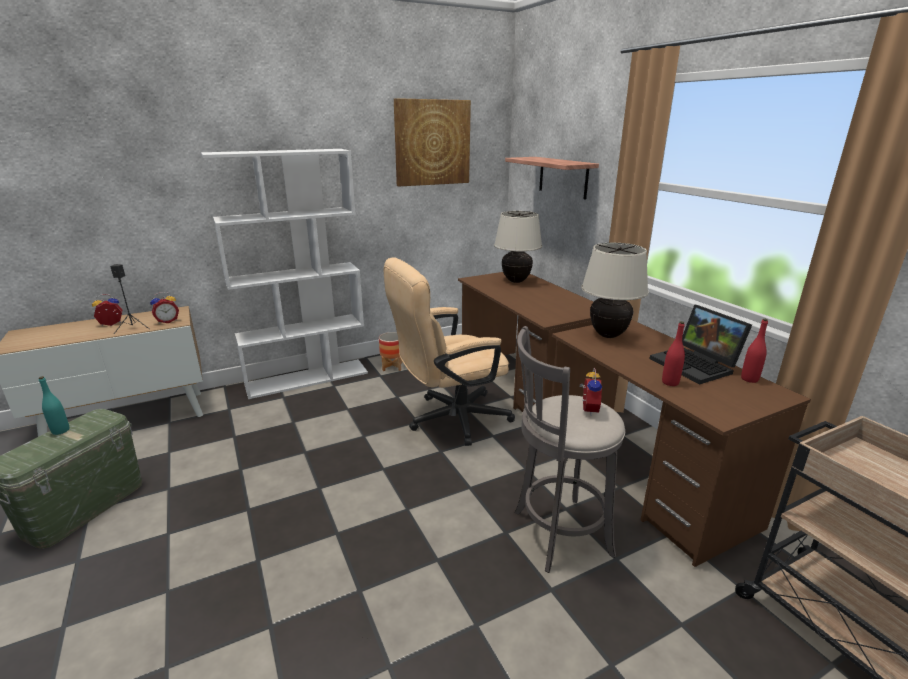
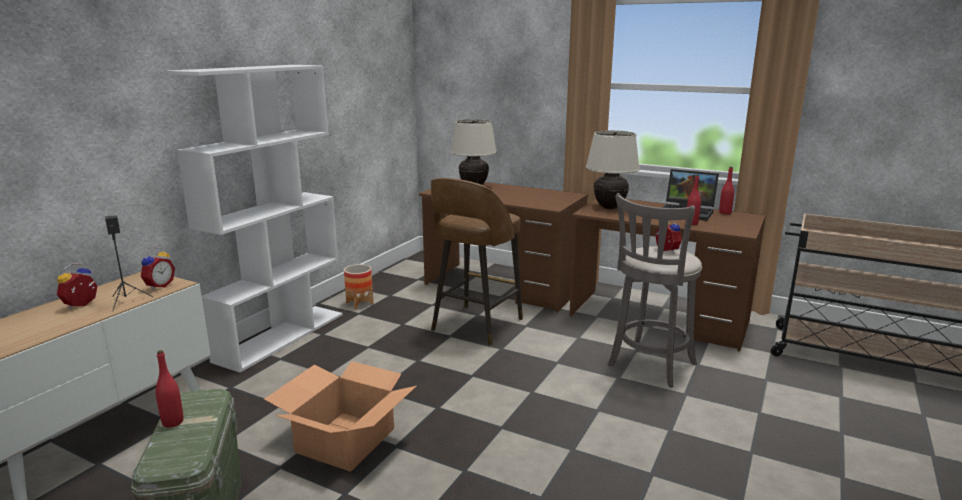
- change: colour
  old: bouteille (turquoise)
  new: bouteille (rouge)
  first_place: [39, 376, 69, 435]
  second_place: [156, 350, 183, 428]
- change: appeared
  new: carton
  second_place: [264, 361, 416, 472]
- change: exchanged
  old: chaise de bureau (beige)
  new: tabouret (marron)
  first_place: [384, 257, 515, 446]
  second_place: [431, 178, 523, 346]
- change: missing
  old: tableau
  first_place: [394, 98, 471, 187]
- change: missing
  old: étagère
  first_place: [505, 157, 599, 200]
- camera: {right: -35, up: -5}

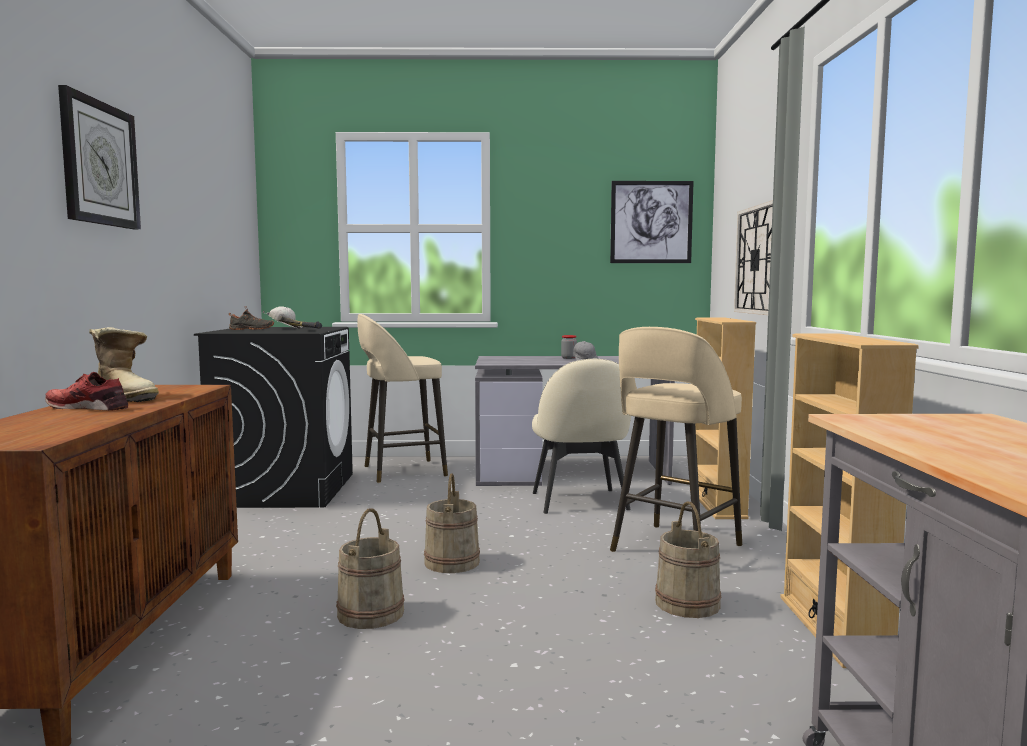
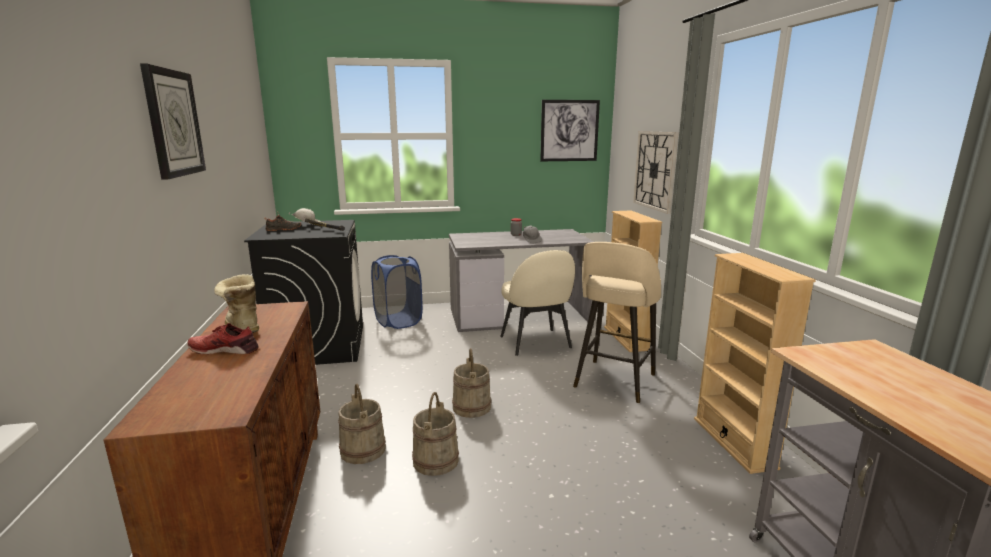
- change: spun
  old: botte
  first_place: [89, 327, 159, 402]
  second_place: [214, 274, 259, 333]
  degrees: -150
- change: relocated
  old: seau (beige)
  first_place: [655, 502, 721, 618]
  second_place: [338, 384, 386, 464]
- change: exchanged
  old: tabouret (beige)
  new: panier à linge (bleu)
  first_place: [358, 314, 448, 483]
  second_place: [371, 255, 423, 329]
- camera: {right: -10, up: 10}

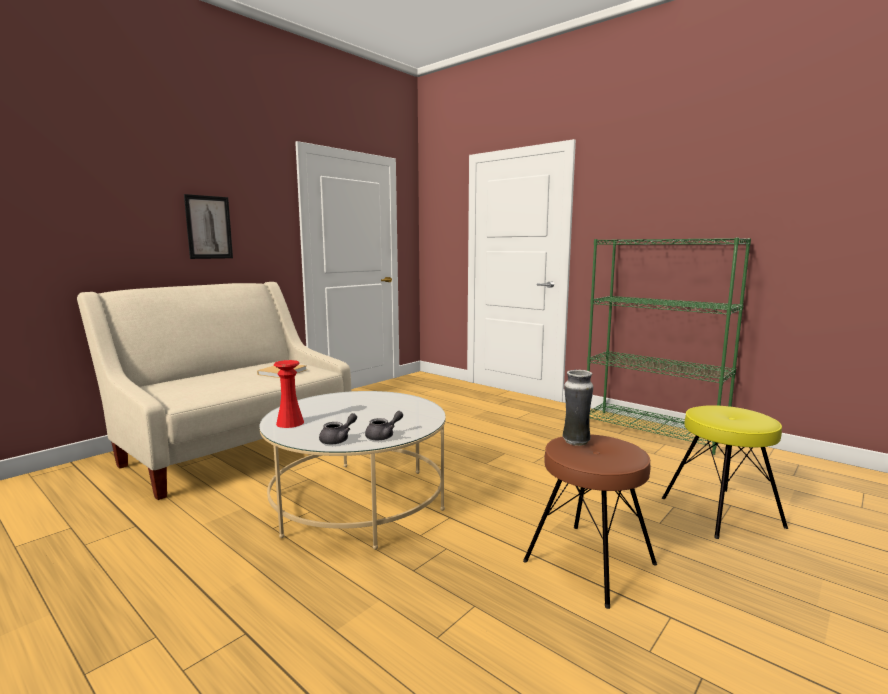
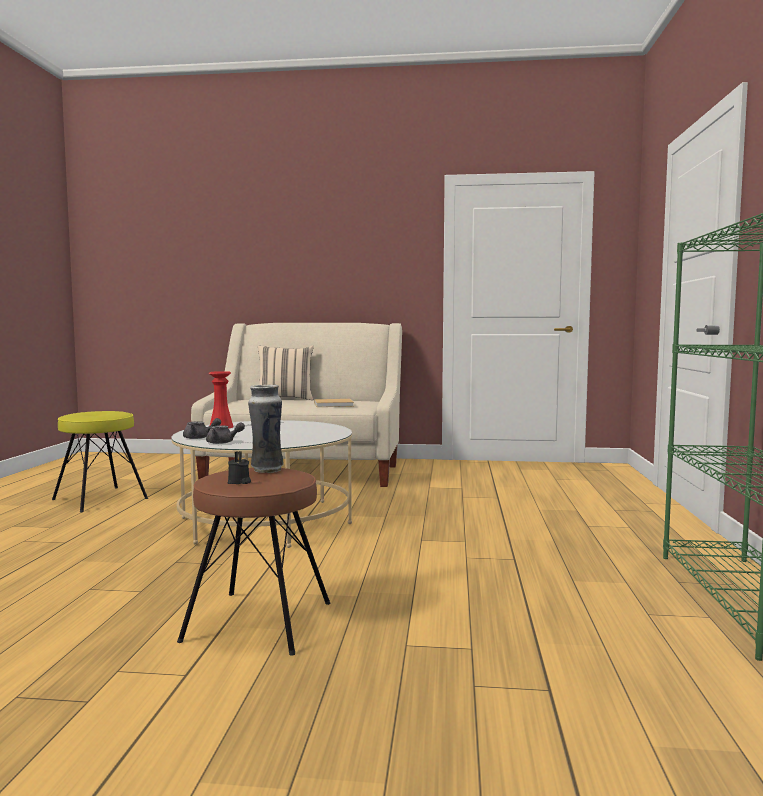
- change: relocated
  old: tabouret (jaune)
  first_place: [662, 405, 788, 539]
  second_place: [52, 411, 148, 513]
- change: appeared
  new: bougie (noir)
  second_place: [228, 451, 251, 484]
- change: appeared
  new: coussin (beige)
  second_place: [258, 345, 314, 400]
- change: missing
  old: tableau
  first_place: [184, 194, 233, 259]
- camera: {right: 55, up: -5}

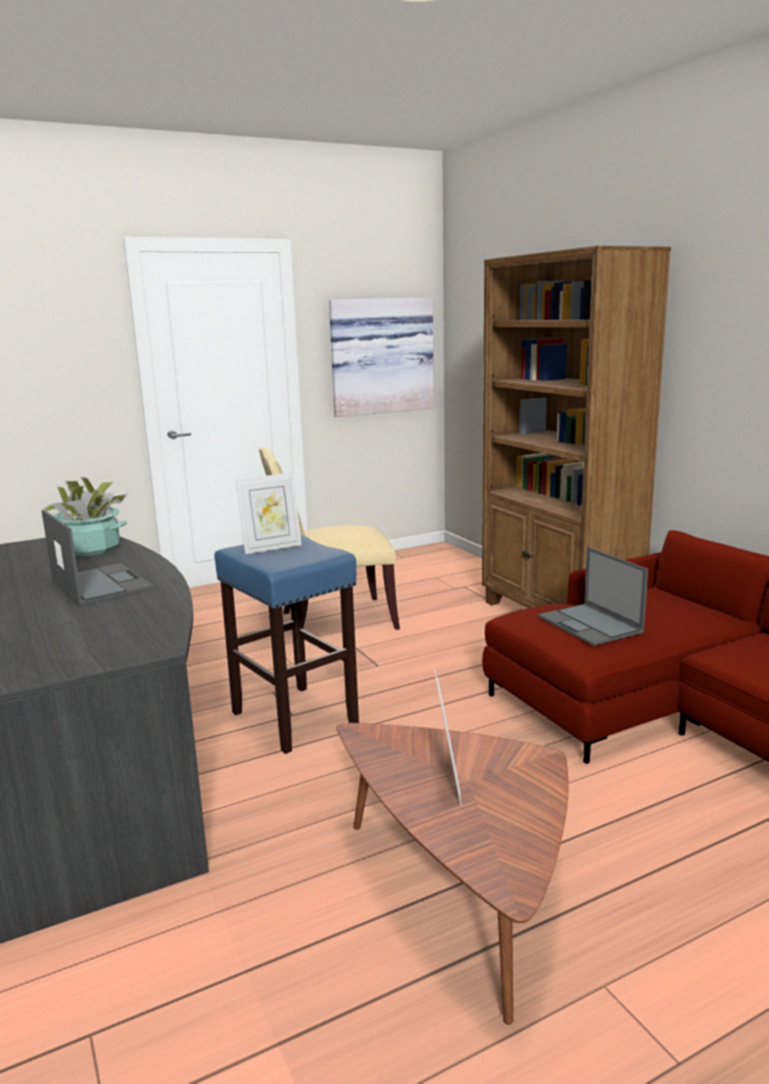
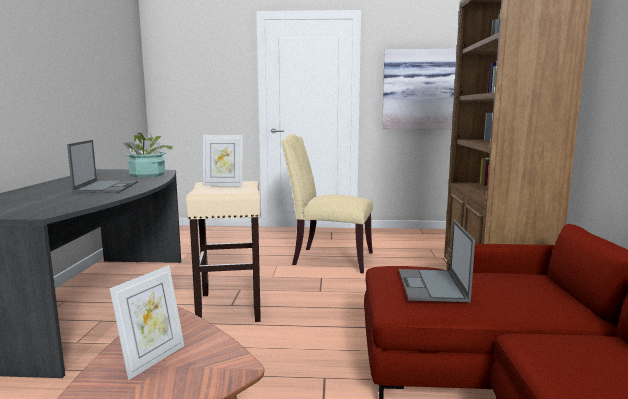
- change: colour
  old: tabouret (bleu)
  new: tabouret (beige)
  first_place: [214, 534, 359, 754]
  second_place: [186, 181, 261, 322]
- camera: {right: 30, up: -5}

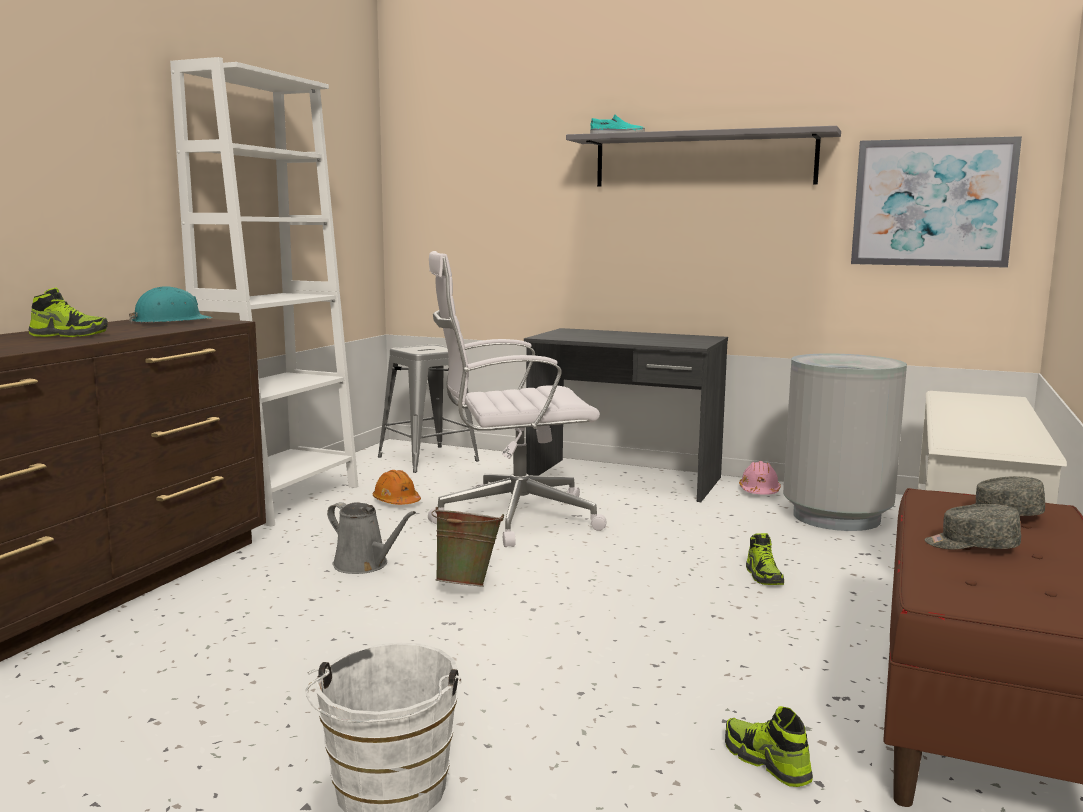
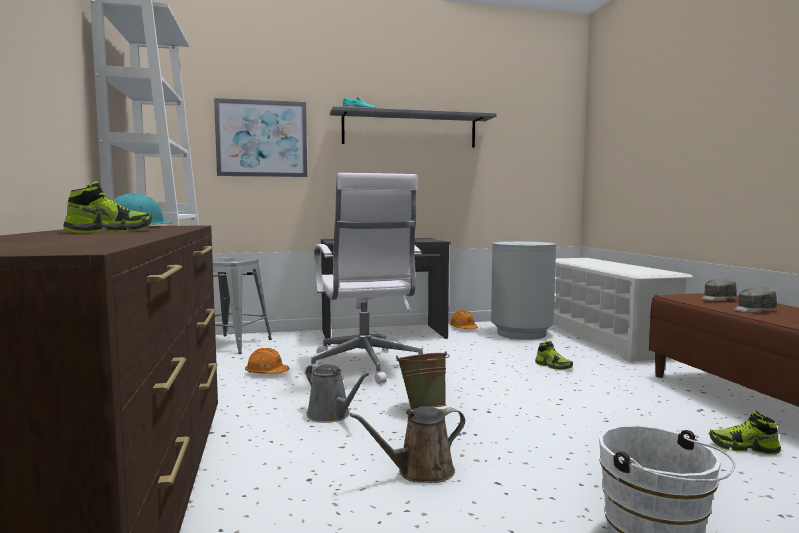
- change: relocated
  old: tableau
  first_place: [851, 136, 1022, 268]
  second_place: [214, 98, 307, 177]
- change: spun
  old: chaise de bureau (blanc)
  first_place: [428, 251, 607, 547]
  second_place: [304, 173, 423, 384]
  degrees: -60
- change: spun
  old: arrosoir (gris)
  first_place: [327, 502, 416, 574]
  second_place: [306, 364, 369, 423]
  degrees: 45
- change: appeared
  new: arrosoir (marron)
  second_place: [350, 406, 465, 483]
- change: colour
  old: casque de chantier (rose)
  new: casque de chantier (orange)
  first_place: [739, 461, 781, 495]
  second_place: [450, 310, 478, 329]
- camera: {right: -35, up: -5}

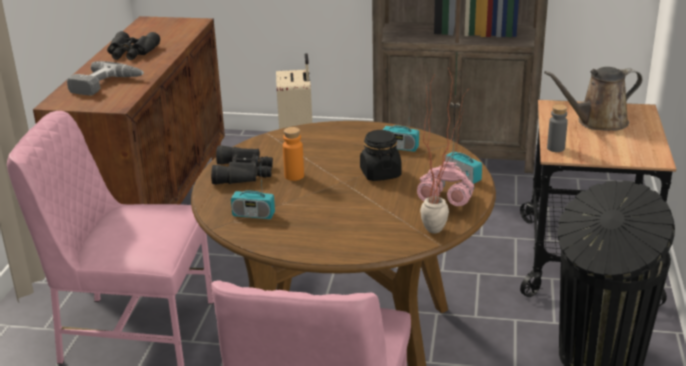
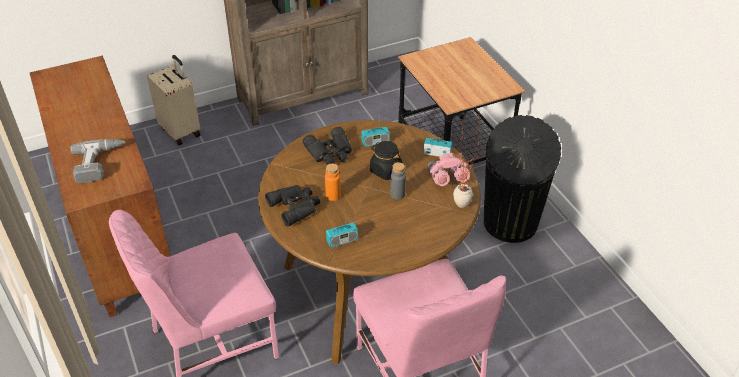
- change: relocated
  old: jumelles (noir)
  first_place: [107, 31, 160, 60]
  second_place: [303, 127, 352, 165]
- change: relocated
  old: bouteille (gris)
  first_place: [547, 104, 568, 152]
  second_place: [390, 162, 406, 200]
- change: missing
  old: arrosoir (marron)
  first_place: [544, 67, 642, 131]
- camera: {right: -35, up: 15}

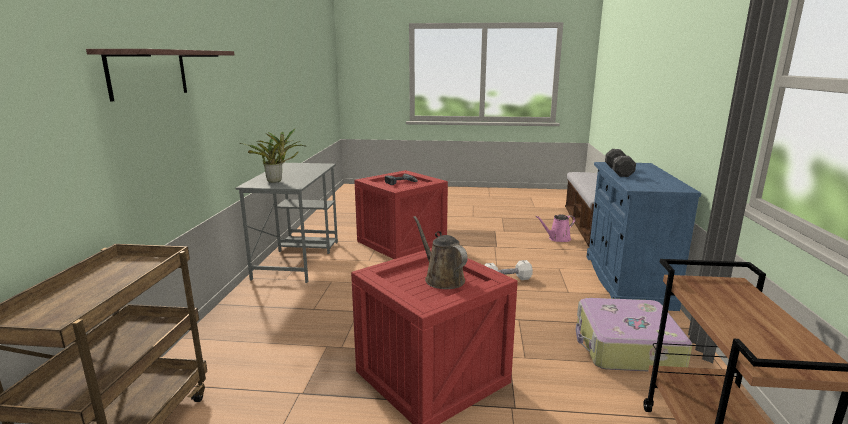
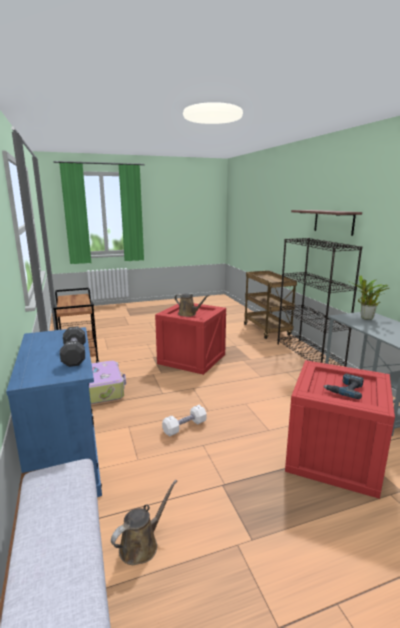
- change: colour
  old: arrosoir (rose)
  new: arrosoir (marron)
  first_place: [535, 214, 576, 242]
  second_place: [111, 480, 177, 565]
- change: appeared
  new: bibliothèque (noir)
  second_place: [278, 238, 362, 367]
- camera: {right: 155, up: 0}

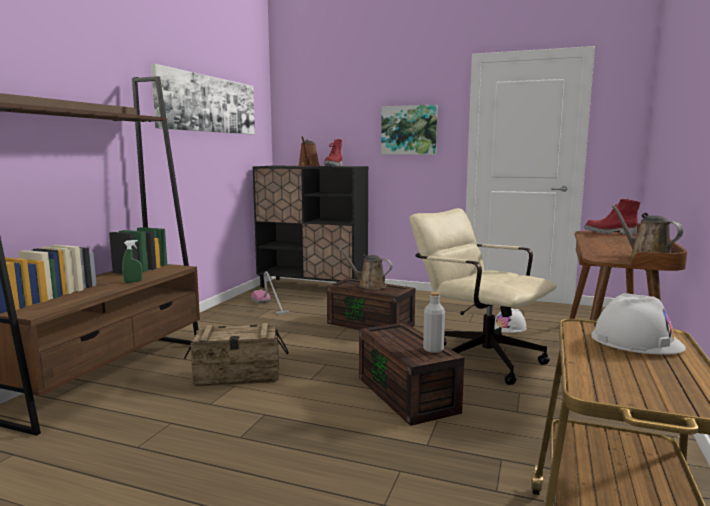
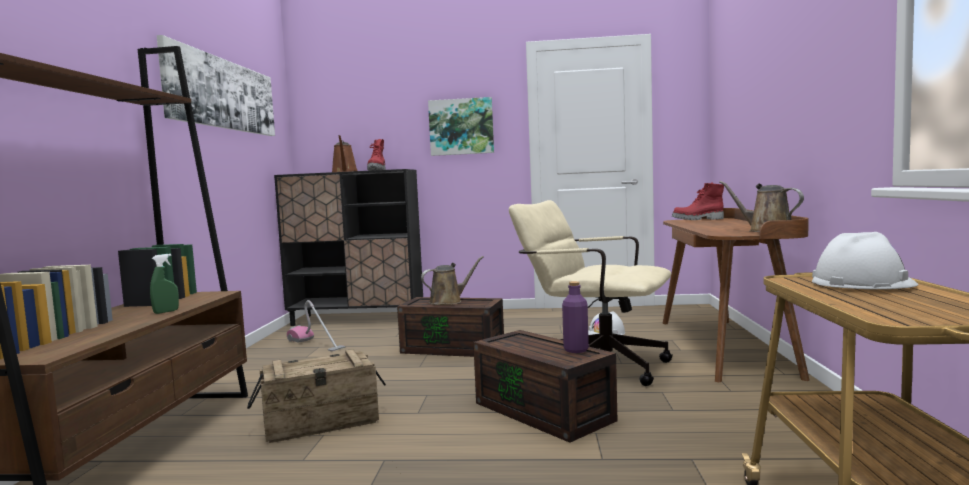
- change: spun
  old: arrosoir (marron)
  first_place: [339, 249, 393, 289]
  second_place: [421, 256, 484, 305]
  degrees: 135
- change: colour
  old: bouteille (gris)
  new: bouteille (violet)
  first_place: [423, 292, 445, 353]
  second_place: [562, 281, 589, 353]
- camera: {right: -15, up: -5}

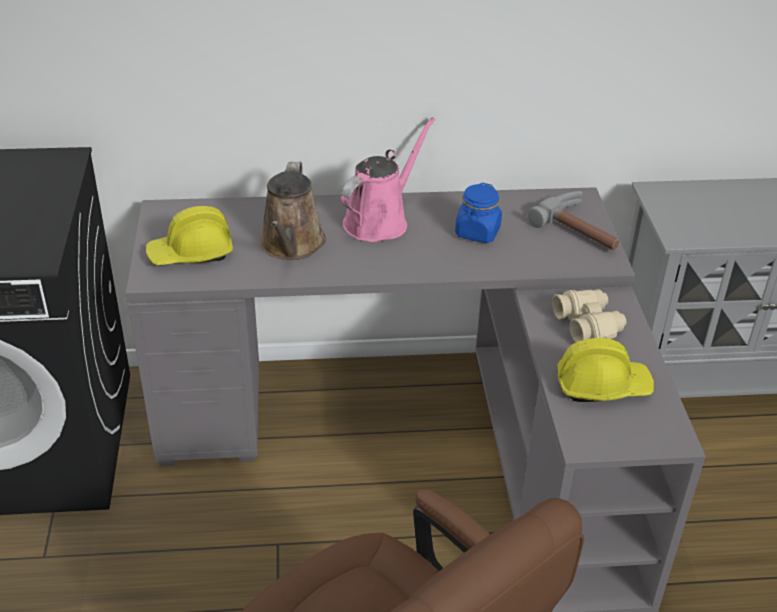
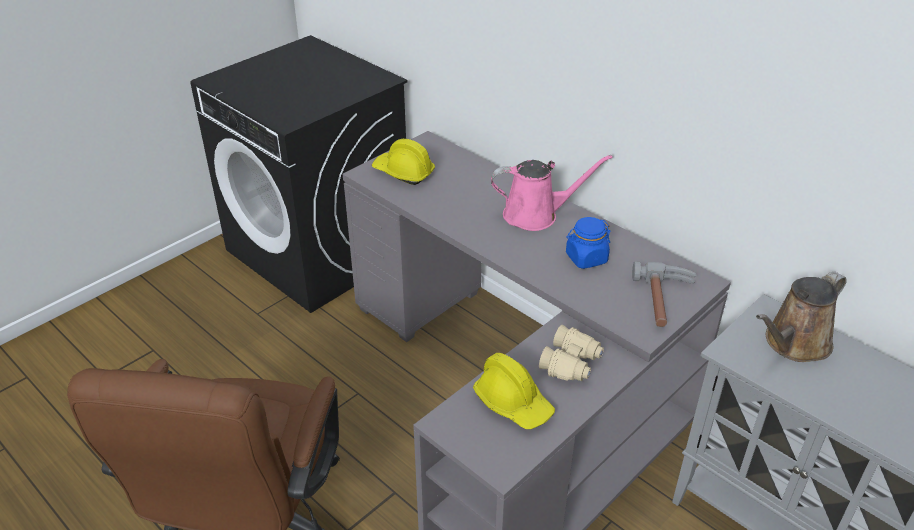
- change: relocated
  old: arrosoir (marron)
  first_place: [260, 161, 326, 260]
  second_place: [756, 272, 847, 362]
- camera: {right: 50, up: 0}

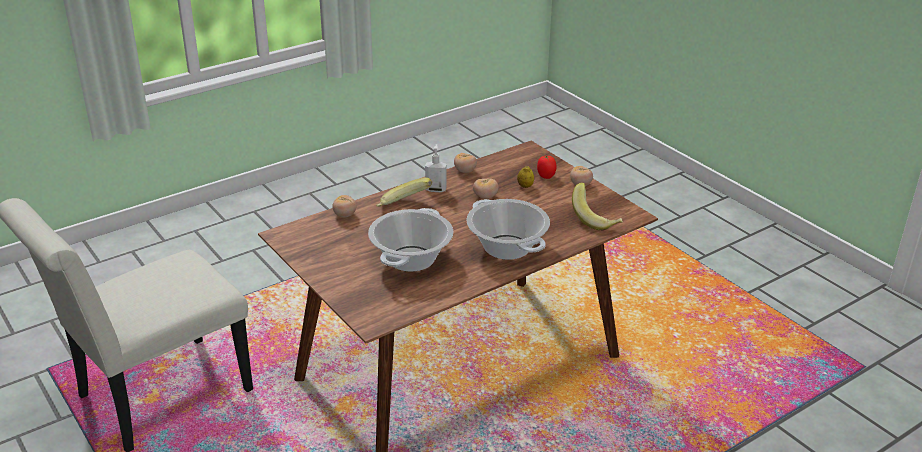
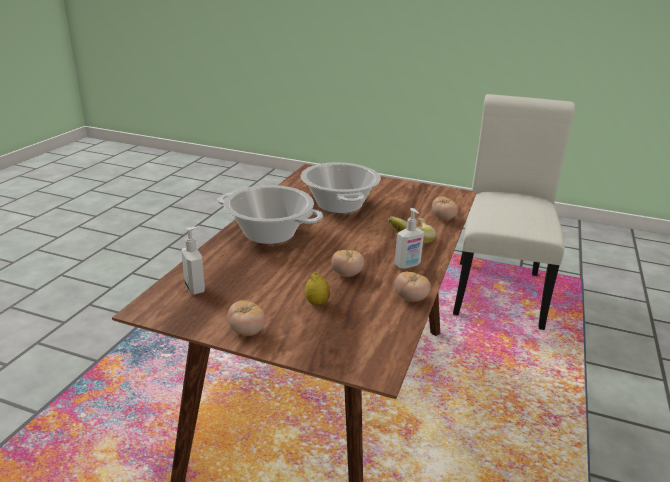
- change: exchanged
  old: banane
  new: distributeur de savon
  first_place: [572, 183, 623, 230]
  second_place: [181, 226, 205, 295]
- change: missing
  old: tomate
  first_place: [537, 156, 557, 179]
- camera: {right: 145, up: -5}

